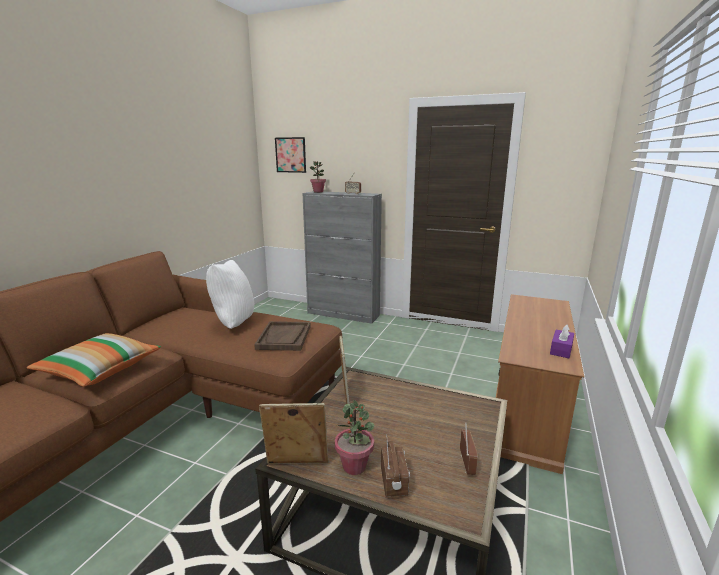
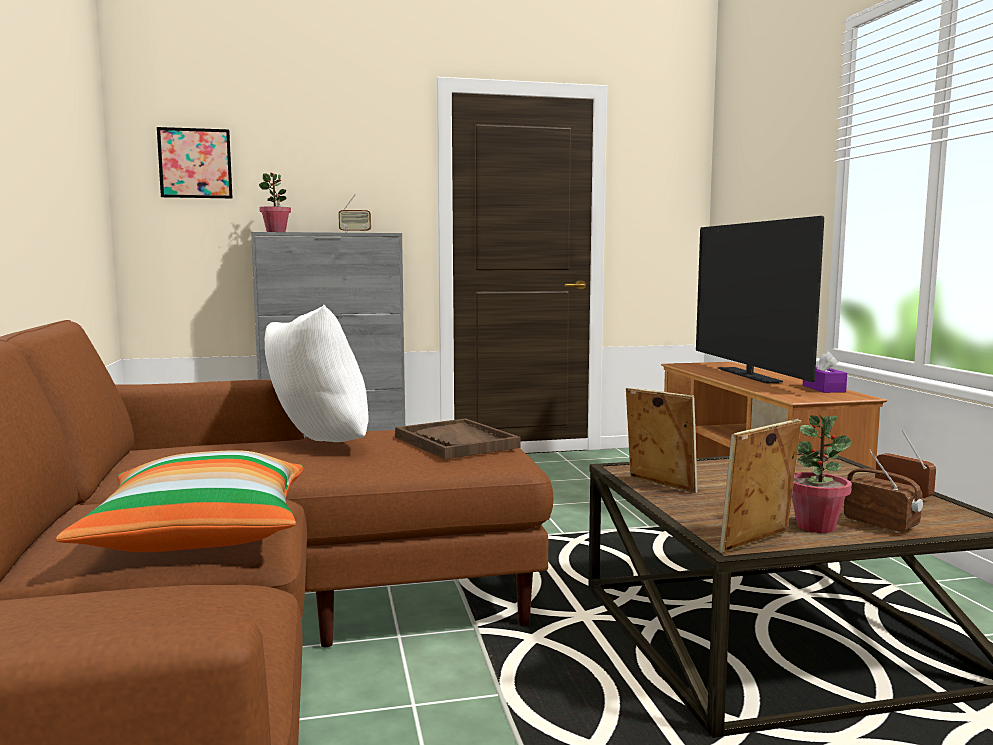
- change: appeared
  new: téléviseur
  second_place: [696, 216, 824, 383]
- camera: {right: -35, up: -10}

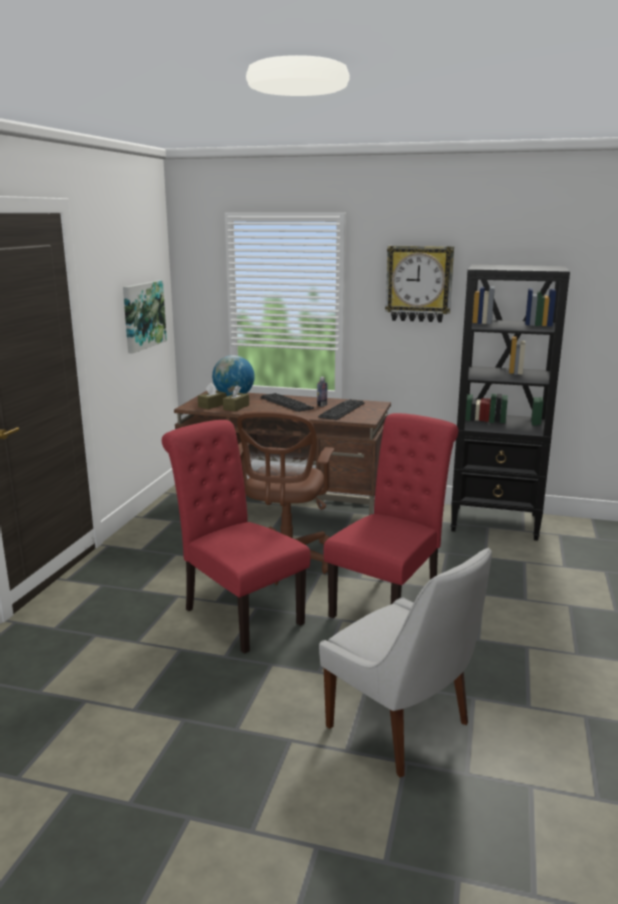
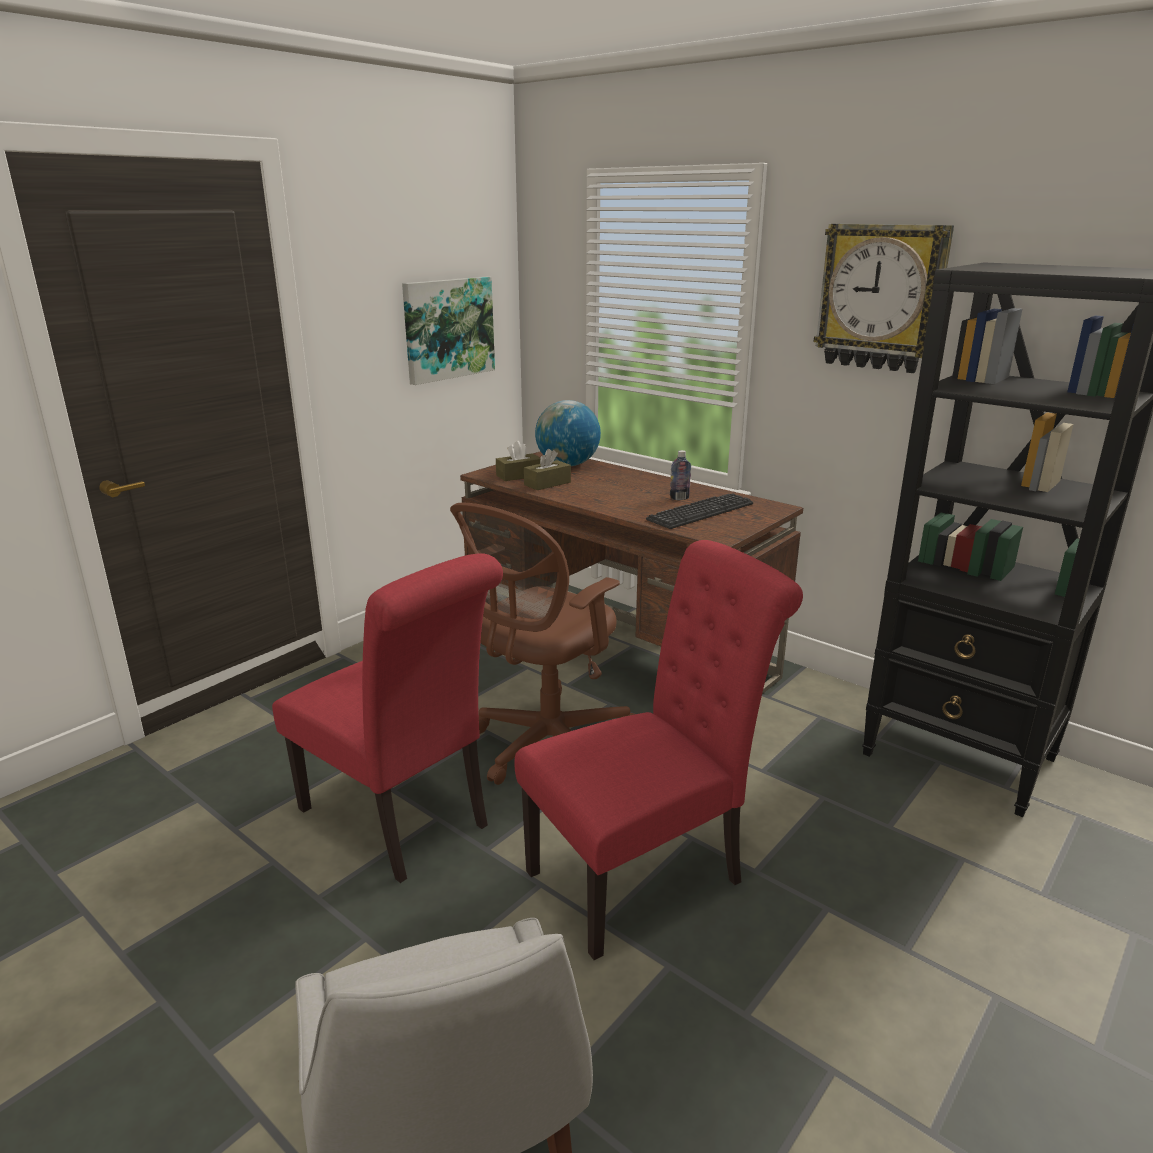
- change: spun
  old: chaise (rouge)
  first_place: [162, 420, 310, 654]
  second_place: [272, 553, 503, 883]
  degrees: 150
- change: missing
  old: clavier
  first_place: [261, 393, 314, 412]
- camera: {right: 25, up: 5}

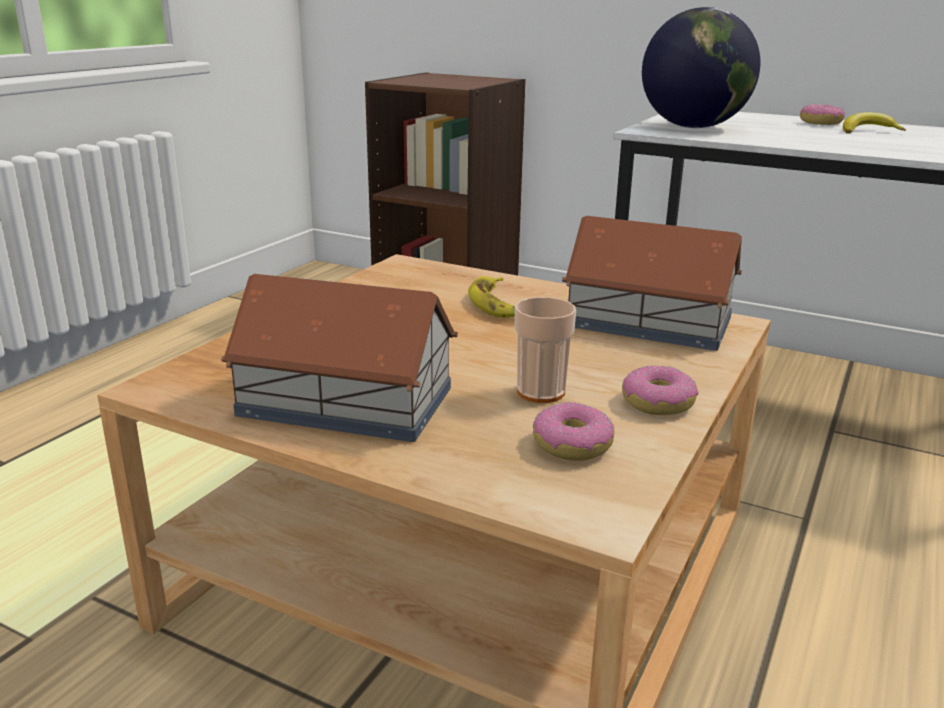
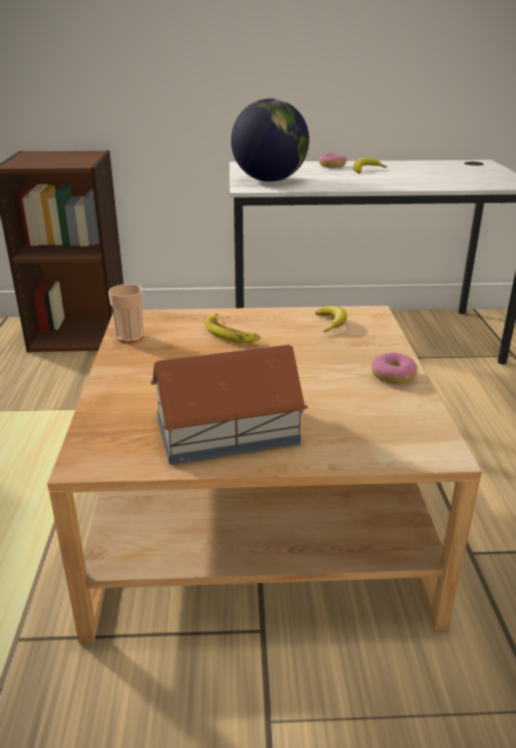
- change: relocated
  old: tasse
  first_place: [515, 297, 576, 403]
  second_place: [108, 284, 144, 343]
- change: exchanged
  old: maison miniature
  new: banane
  first_place: [562, 216, 742, 351]
  second_place: [315, 306, 347, 332]
- change: missing
  old: beignet
  first_place: [533, 402, 615, 461]
- camera: {right: -30, up: 5}

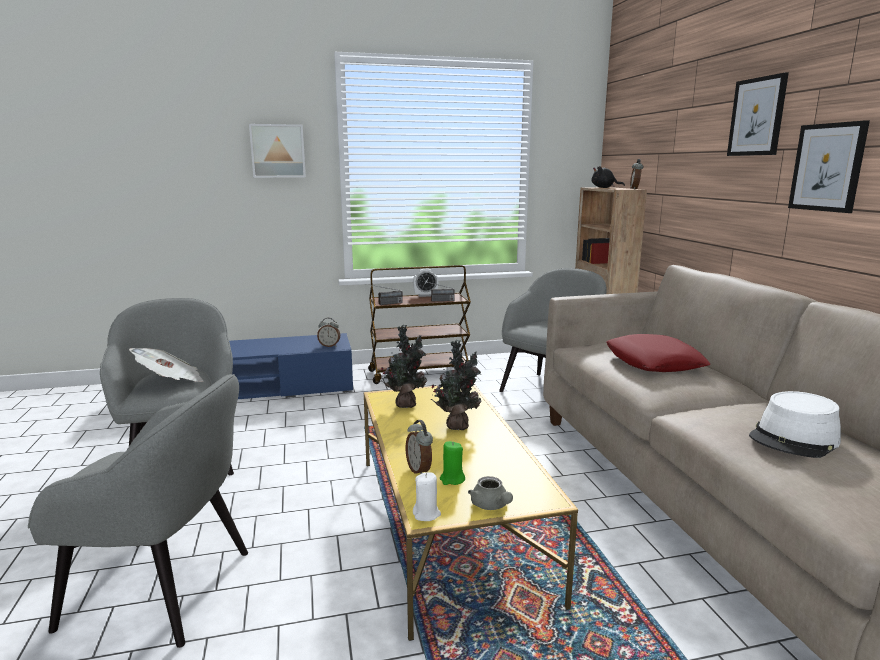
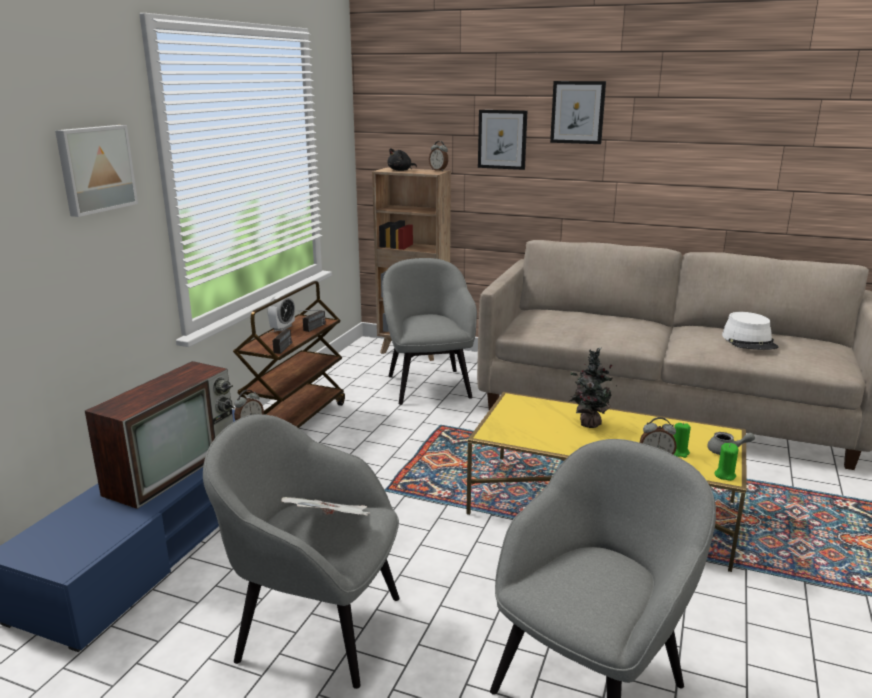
- change: appeared
  new: téléviseur
  second_place: [85, 361, 234, 509]
- change: relocated
  old: tableau
  first_place: [788, 120, 870, 213]
  second_place: [478, 110, 527, 170]
- change: colour
  old: bougie (blanc)
  new: bougie (vert)
  first_place: [413, 472, 441, 521]
  second_place: [714, 443, 738, 481]
- change: missing
  old: plante en pot
  first_place: [381, 325, 427, 408]
- change: missing
  old: coussin (rouge)
  first_place: [606, 334, 711, 372]
- camera: {right: -55, up: 5}

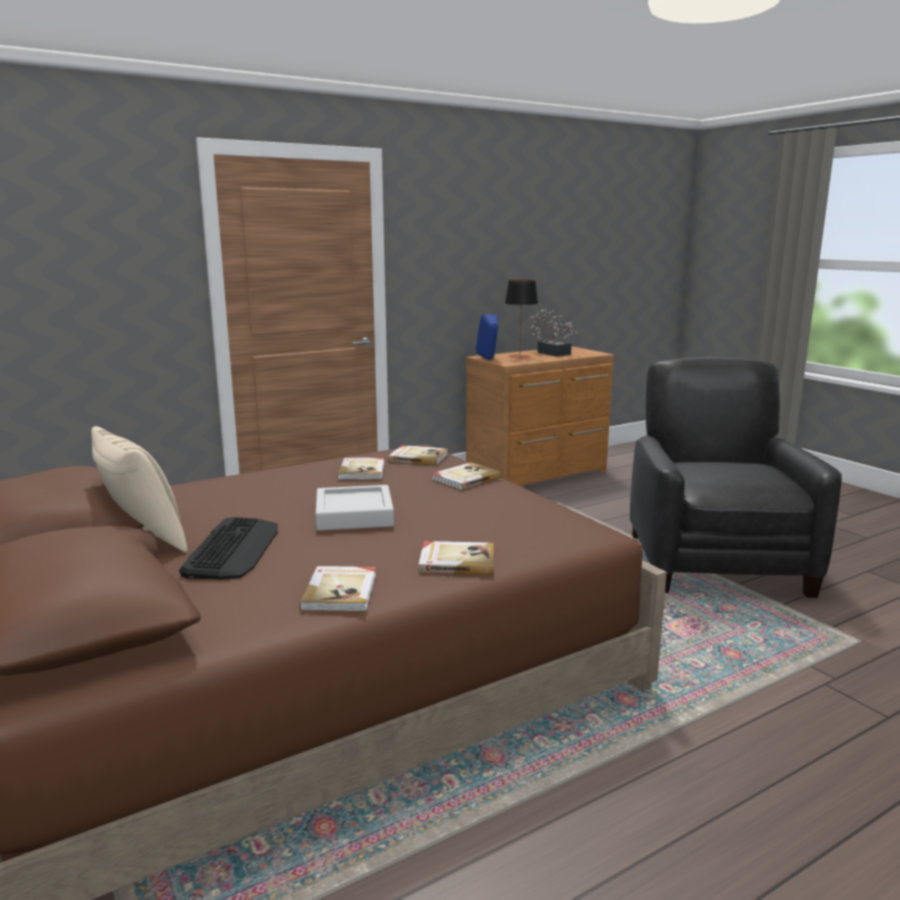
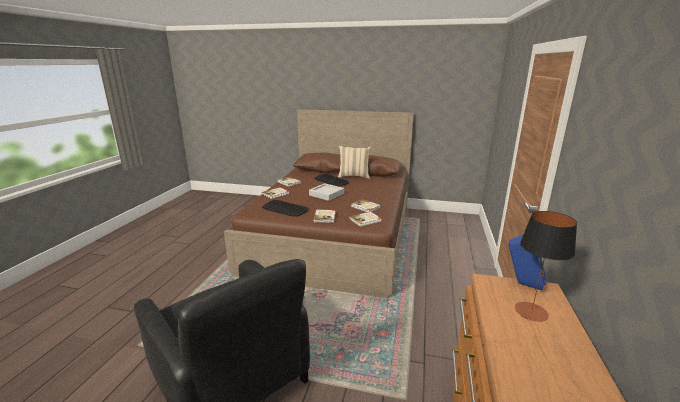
- change: appeared
  new: clavier
  second_place: [262, 200, 308, 217]
- change: missing
  old: plante en pot
  first_place: [529, 309, 578, 356]
- camera: {right: 135, up: 5}

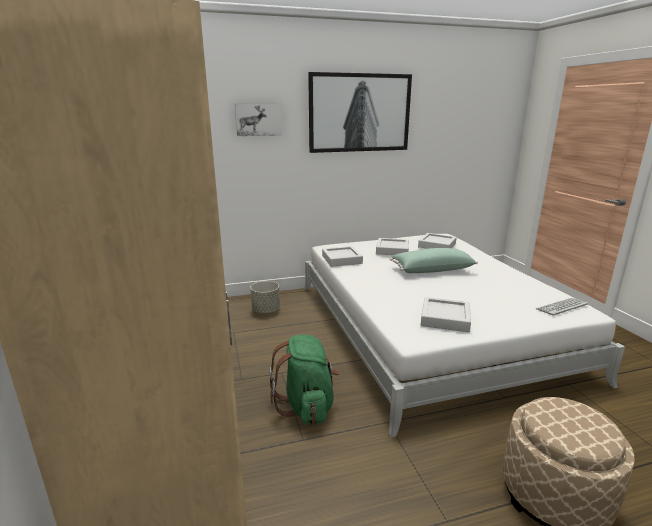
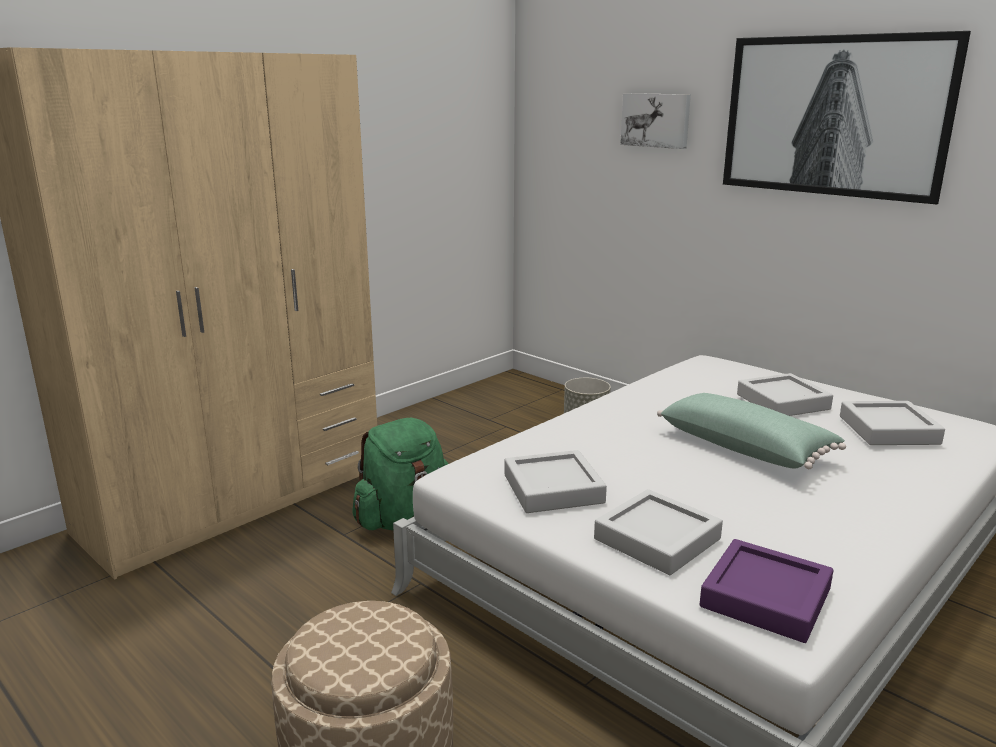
- change: relocated
  old: plateau (gris)
  first_place: [322, 246, 363, 267]
  second_place: [594, 489, 723, 575]
- change: exchanged
  old: clavier
  new: plateau (violet)
  first_place: [536, 298, 588, 316]
  second_place: [699, 539, 833, 643]
- camera: {right: 60, up: 0}

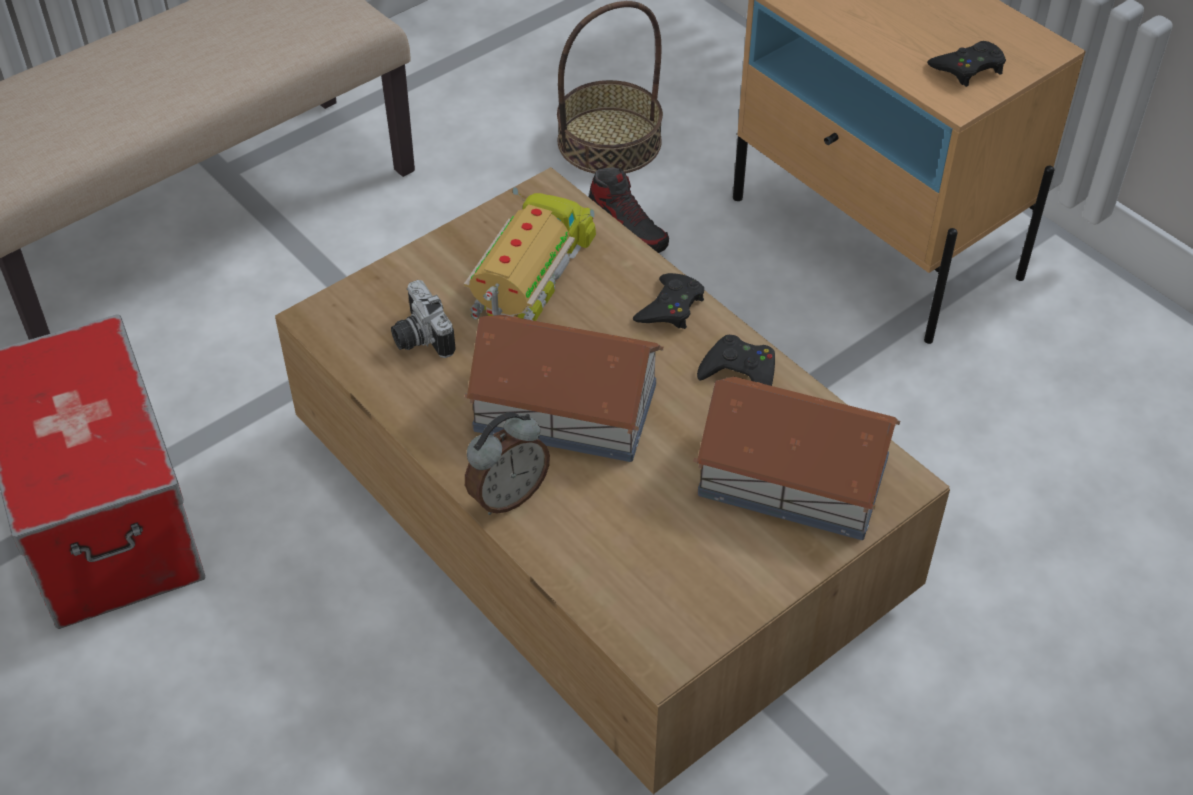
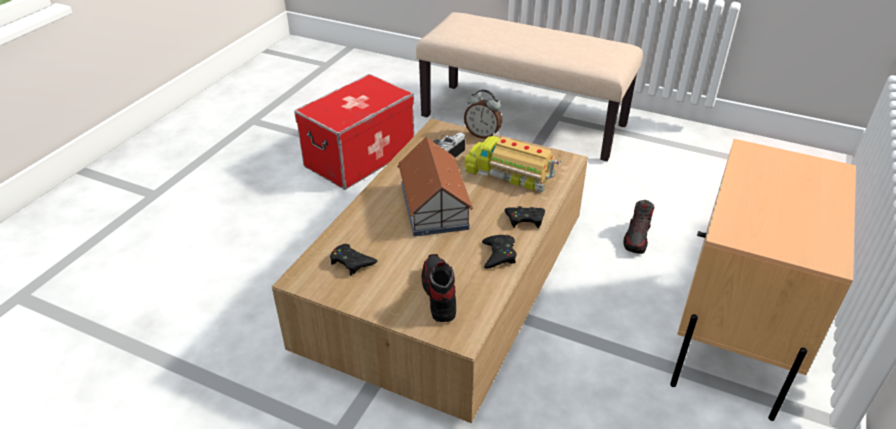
- change: relocated
  old: manette (noir)
  first_place: [927, 41, 1006, 87]
  second_place: [330, 244, 377, 275]
- change: exchanged
  old: maison miniature
  new: chaussure
  first_place: [693, 376, 900, 540]
  second_place: [422, 254, 456, 322]
- change: relocated
  old: réveil
  first_place: [465, 412, 550, 515]
  second_place: [464, 90, 502, 139]
- change: spun
  old: camion jouet
  first_place: [464, 187, 596, 321]
  second_place: [464, 131, 561, 192]
  degrees: -150
- change: missing
  old: panier
  first_place: [557, 1, 663, 174]
- camera: {right: 65, up: -10}

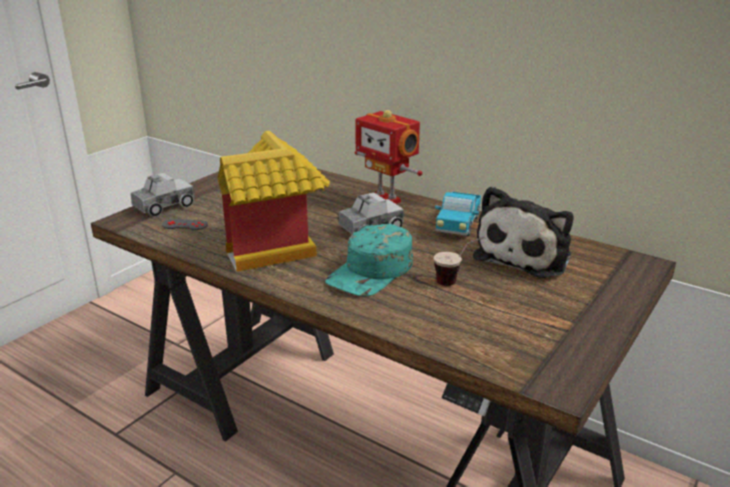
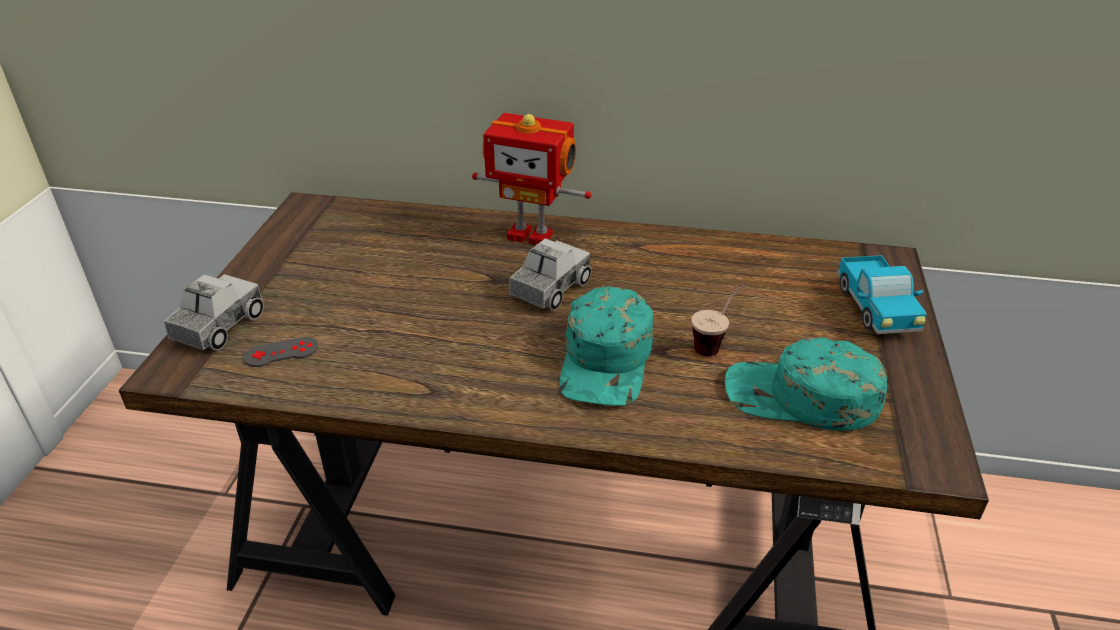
- change: appeared
  new: casquette (turquoise)
  second_place: [725, 337, 887, 431]
- change: relocated
  old: camion jouet
  first_place: [435, 192, 481, 236]
  second_place: [837, 255, 927, 334]
- change: missing
  old: maison miniature
  first_place: [217, 131, 330, 272]
- change: missing
  old: peluche
  first_place: [473, 186, 574, 278]
- camera: {right: -25, up: 10}

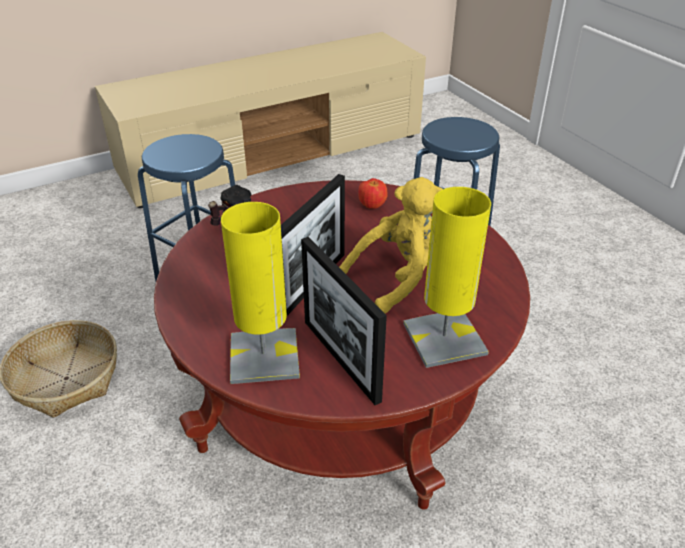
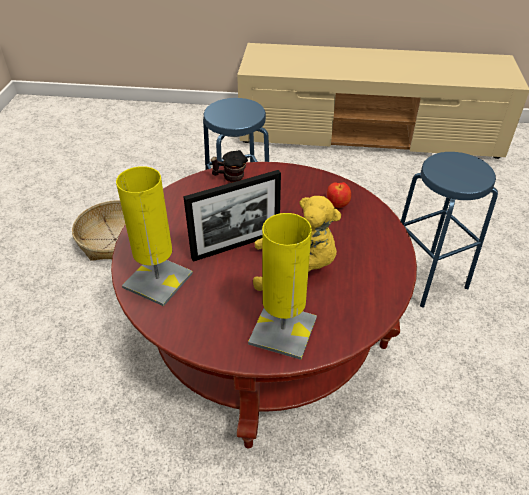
- change: missing
  old: cadre photo
  first_place: [301, 237, 387, 405]
- camera: {right: 35, up: 5}

